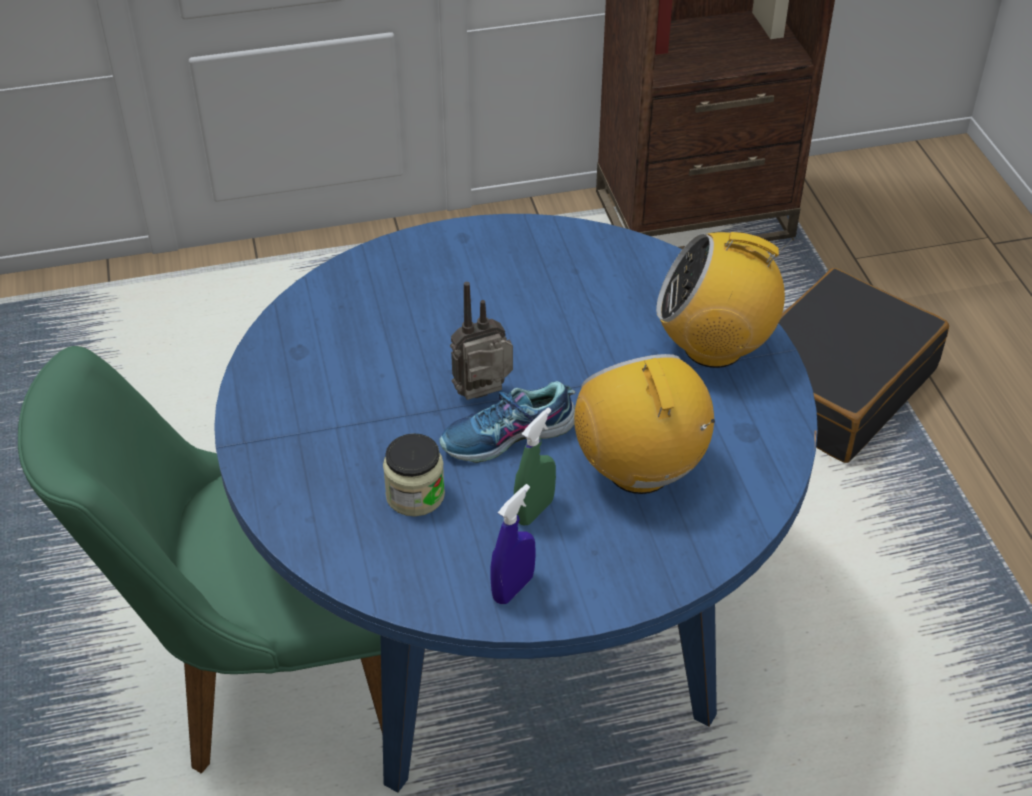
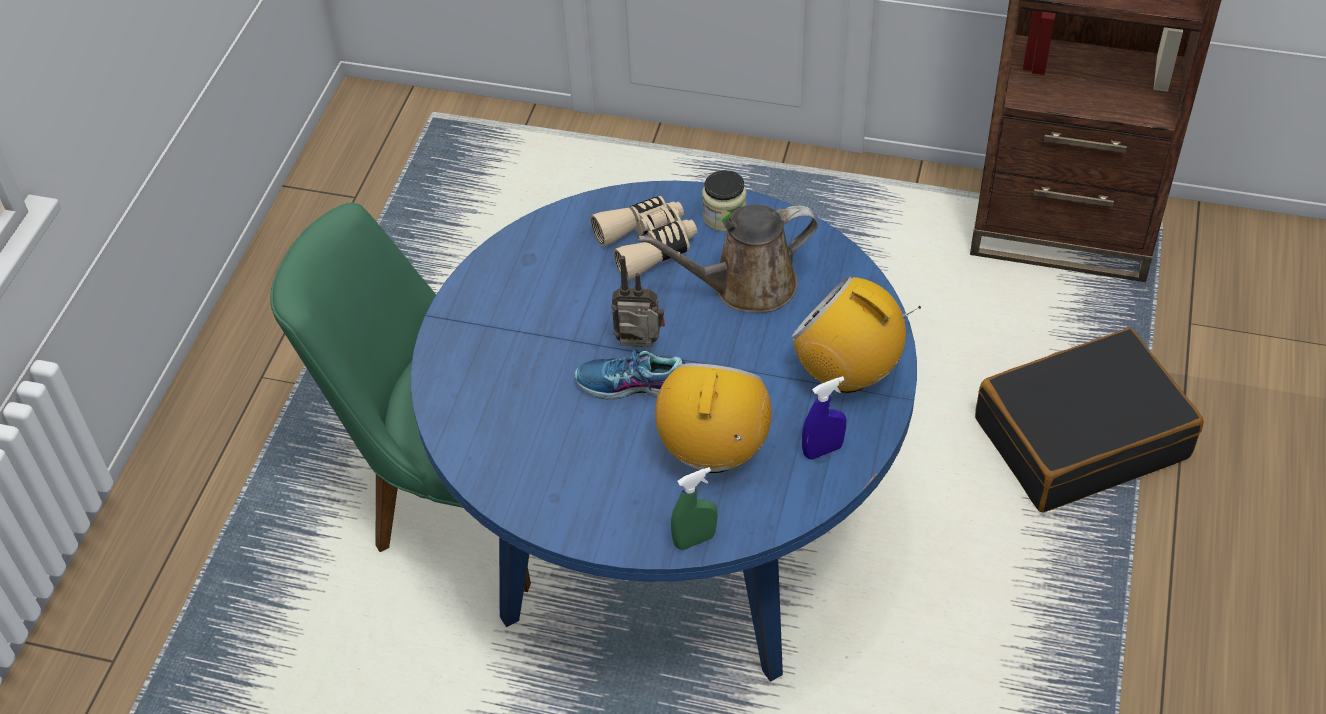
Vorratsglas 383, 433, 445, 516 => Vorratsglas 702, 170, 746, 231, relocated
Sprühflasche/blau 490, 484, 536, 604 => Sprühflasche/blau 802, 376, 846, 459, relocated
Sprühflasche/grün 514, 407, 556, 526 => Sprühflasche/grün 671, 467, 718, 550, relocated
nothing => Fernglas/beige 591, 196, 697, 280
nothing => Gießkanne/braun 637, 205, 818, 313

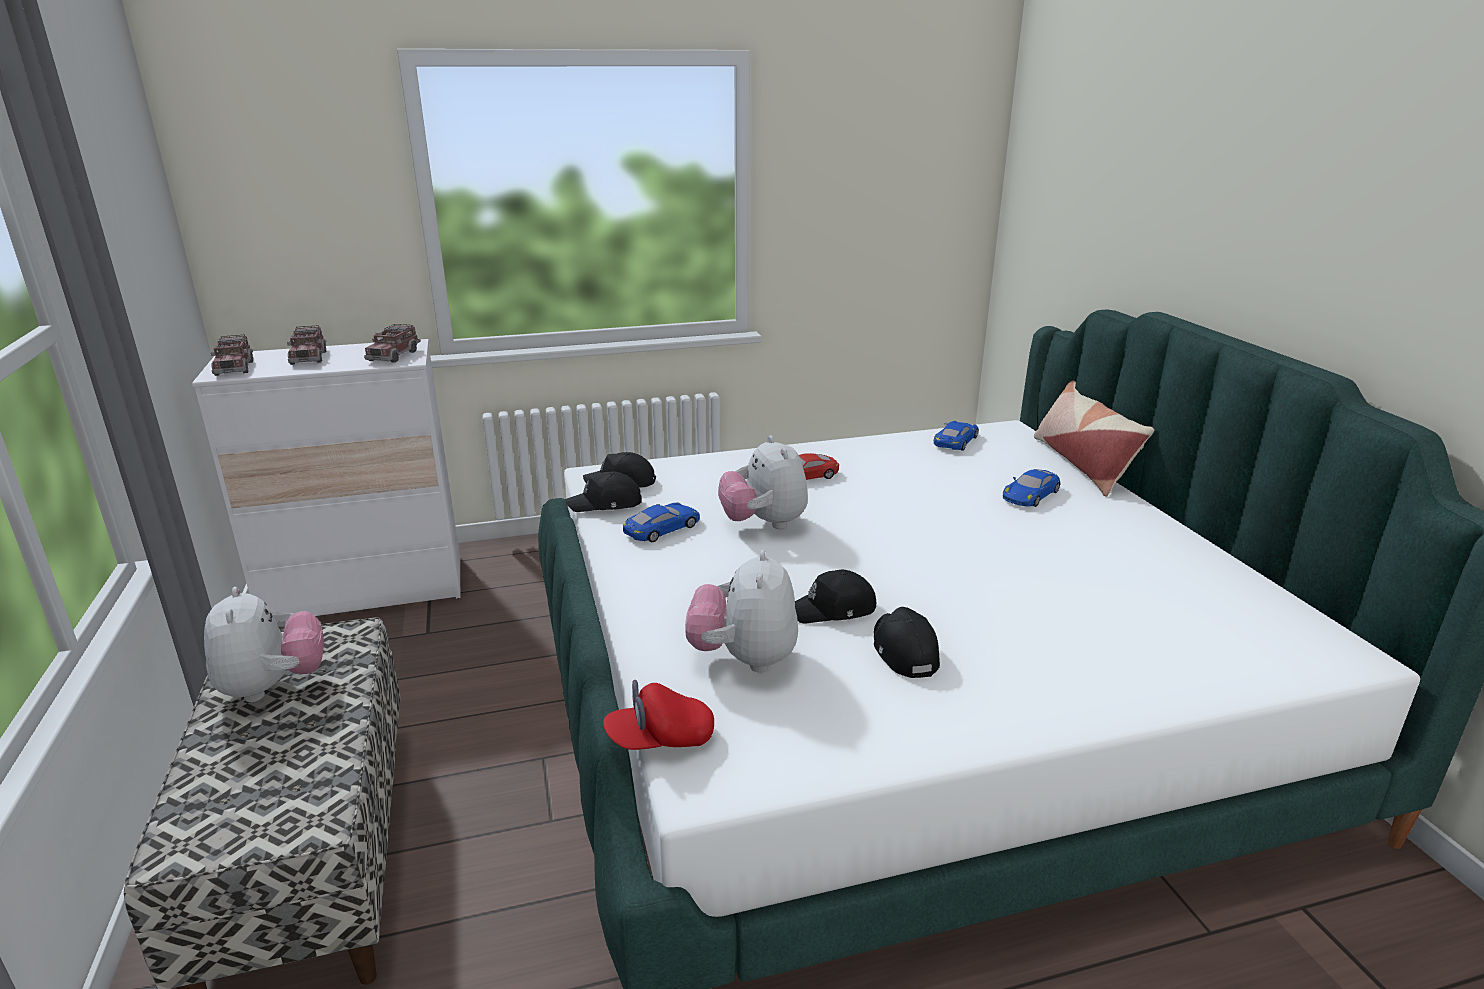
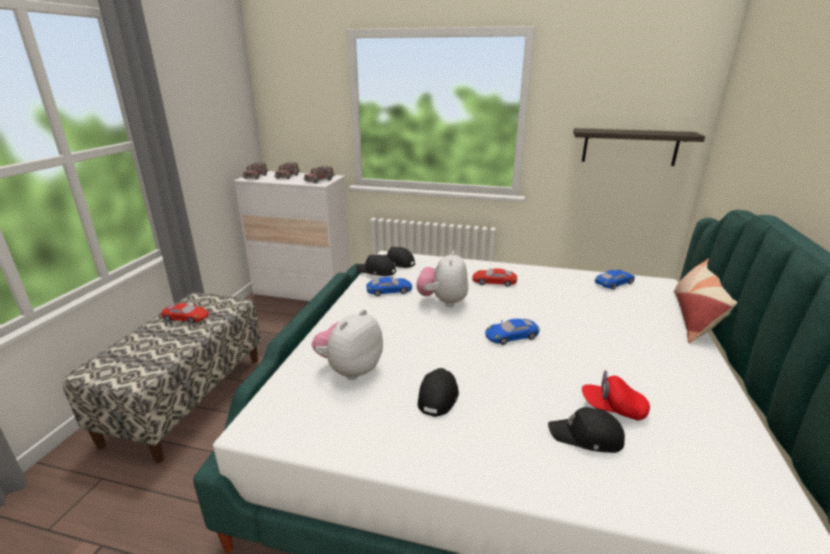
Plüschtier 204, 587, 324, 702 => Spielzeugauto/rot 161, 303, 209, 324
Kappe/rot 603, 680, 714, 750 => Kappe/rot 582, 370, 650, 420, relocated
Kappe/schwarz 795, 570, 876, 624 => Kappe/schwarz 548, 407, 625, 453, relocated
Spielzeugauto/blau 1003, 469, 1060, 507 => Spielzeugauto/blau 485, 319, 540, 345, relocated
nothing => Wandregal 573, 128, 705, 166

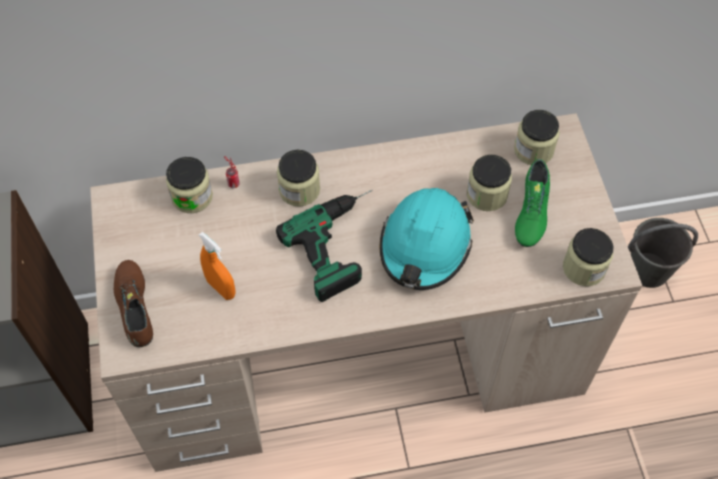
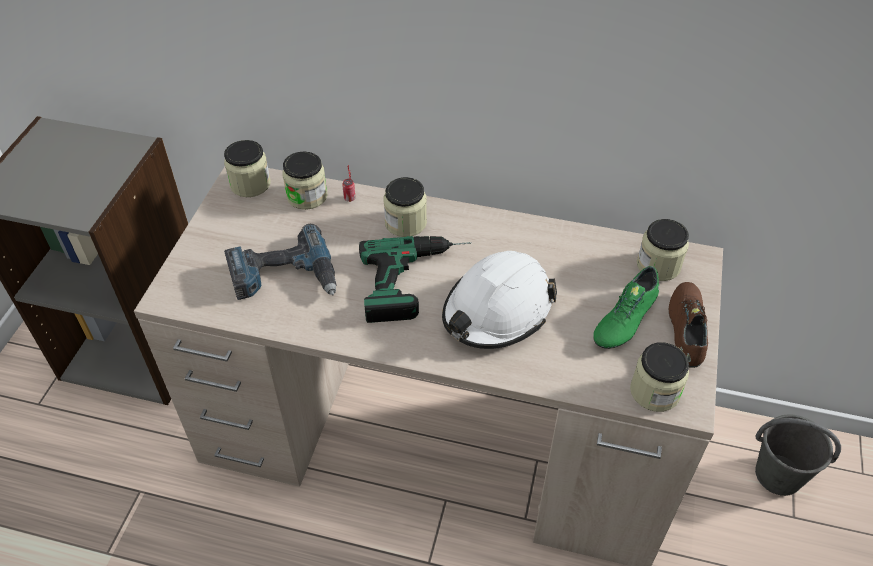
Schuh/braun 114, 260, 153, 347 => Schuh/braun 669, 282, 708, 368, relocated
Sprühflasche/orange 199, 232, 236, 300 => Bohrmaschine 224, 224, 336, 300
Schutzhelm/türkis 380, 188, 474, 290 => Schutzhelm/weiß 442, 251, 557, 349
Vorratsglas 467, 155, 512, 211 => Vorratsglas 224, 140, 270, 197, relocated

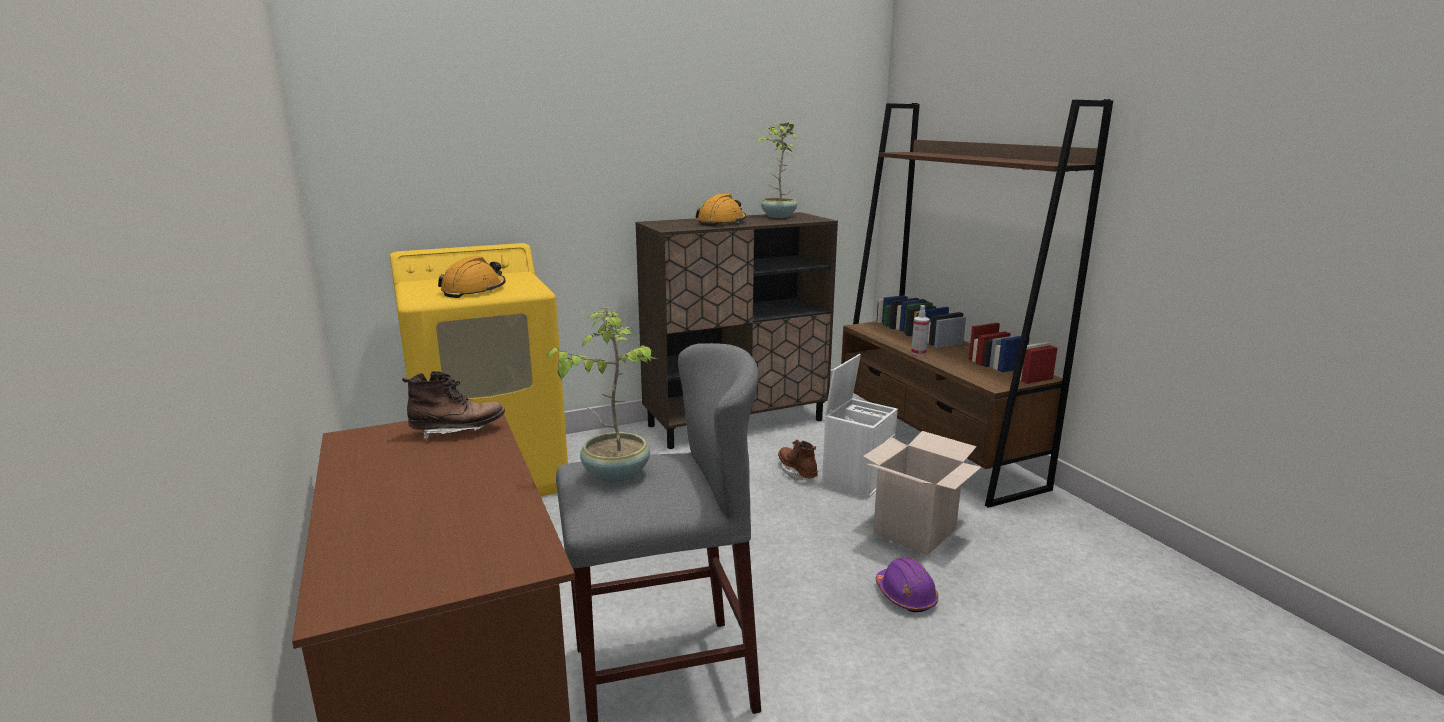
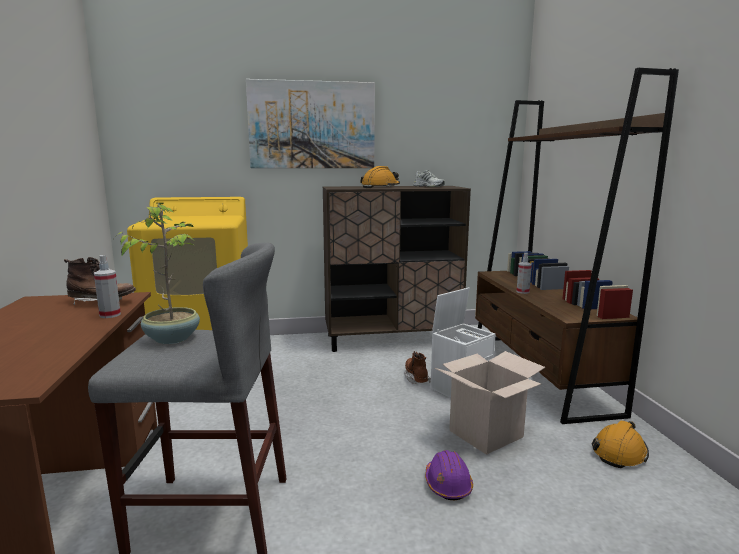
Schutzhelm/orange 438, 256, 506, 298 => Schutzhelm/orange 592, 421, 649, 468, relocated
Topfpflanze 755, 122, 797, 218 => Schuh/weiß 413, 170, 445, 187
nothing => Sprühflasche 94, 255, 121, 318
nothing => Bild 246, 79, 375, 168

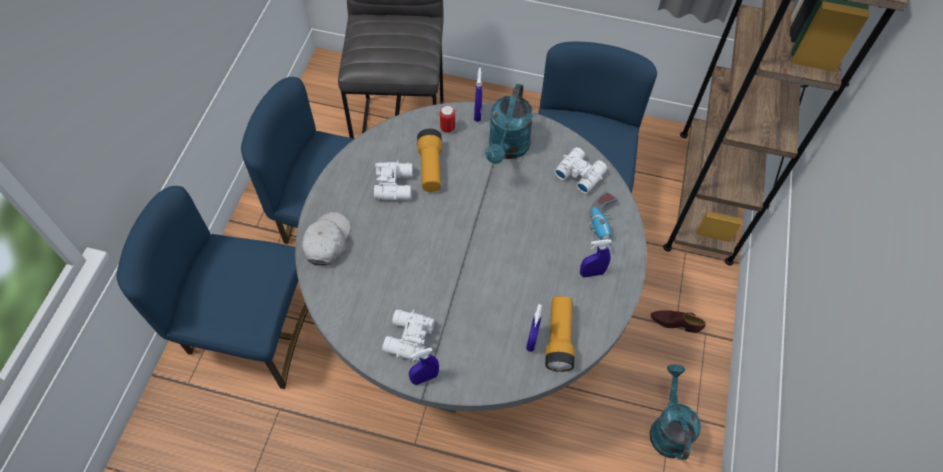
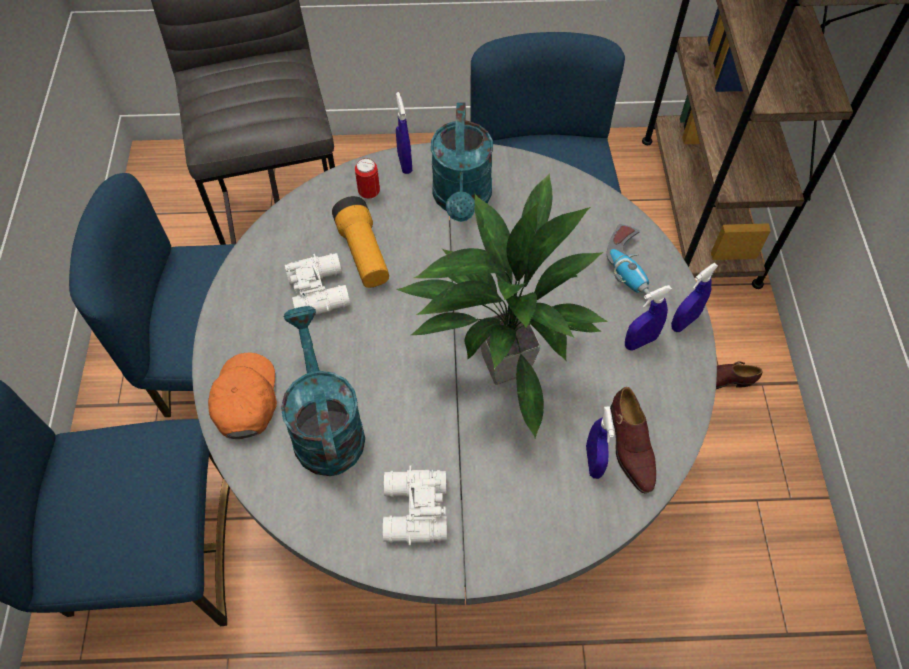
Kappe/weiß 302, 212, 351, 266 => Kappe/orange 208, 353, 277, 439
Sprühflasche/blau 409, 348, 439, 385 => Sprühflasche/blau 671, 263, 718, 332, relocated
Taschenlampe 545, 296, 575, 372 => Schuh/braun 610, 387, 656, 493
Fernglas/weiß 554, 147, 607, 194 => nothing
Gießkanne/türkis 650, 364, 701, 460 => Gießkanne/türkis 281, 306, 365, 476, relocated
nothing => Topfpflanze 396, 173, 608, 438

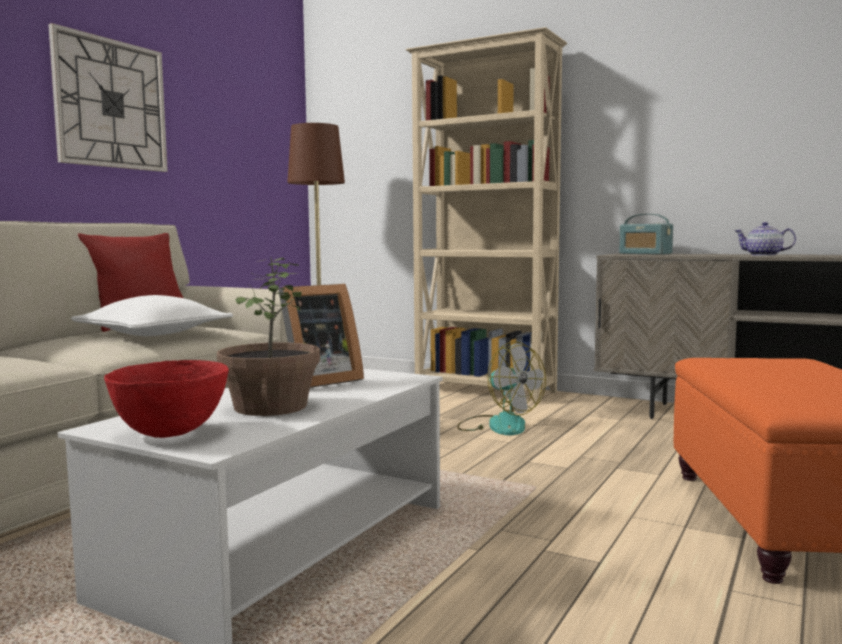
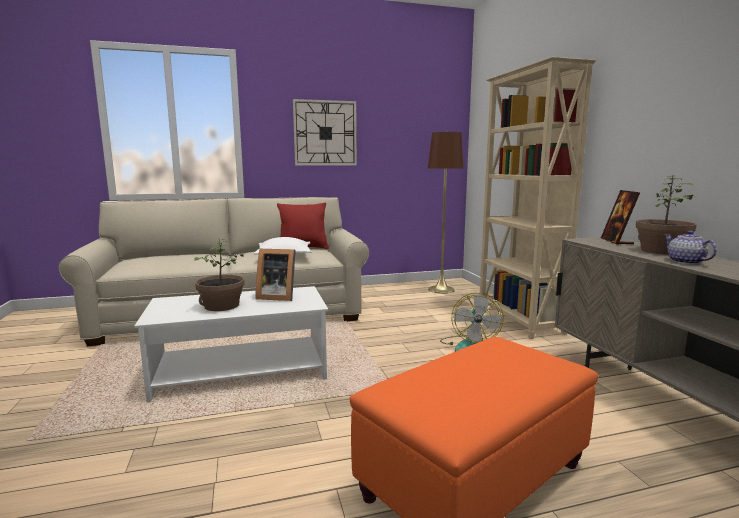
Schüssel/rot 104, 360, 229, 438 => nothing
Radio 619, 214, 673, 255 => Bilderrahmen 601, 190, 640, 245
nothing => Topfpflanze 636, 175, 697, 254

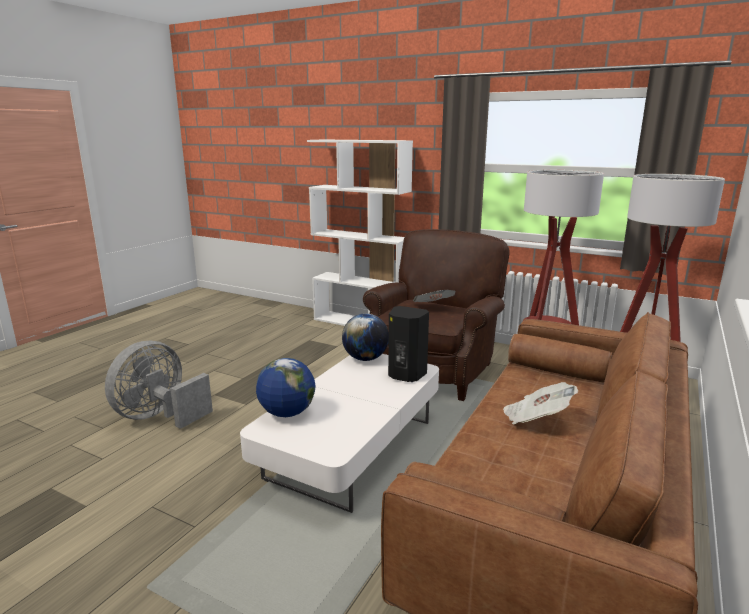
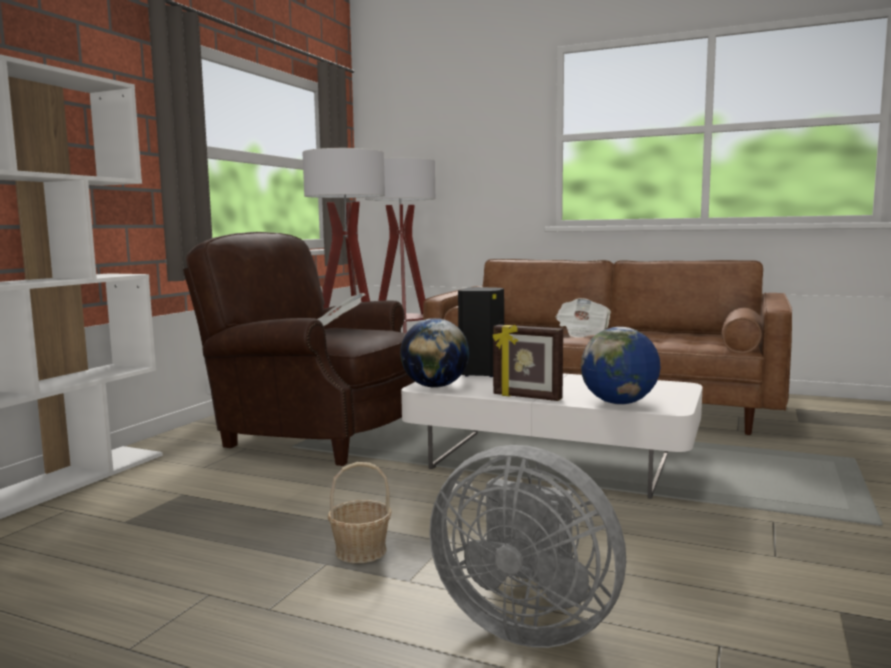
nothing => Korb 328, 462, 392, 563
nothing => Bilderrahmen 493, 325, 563, 401

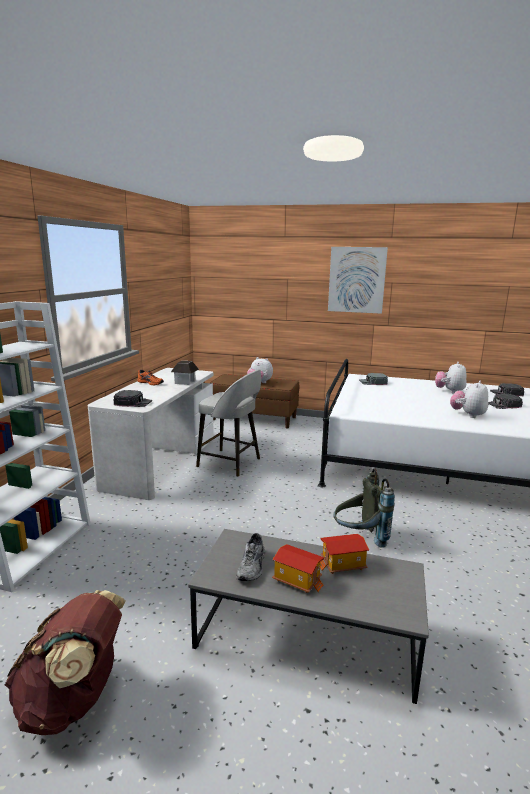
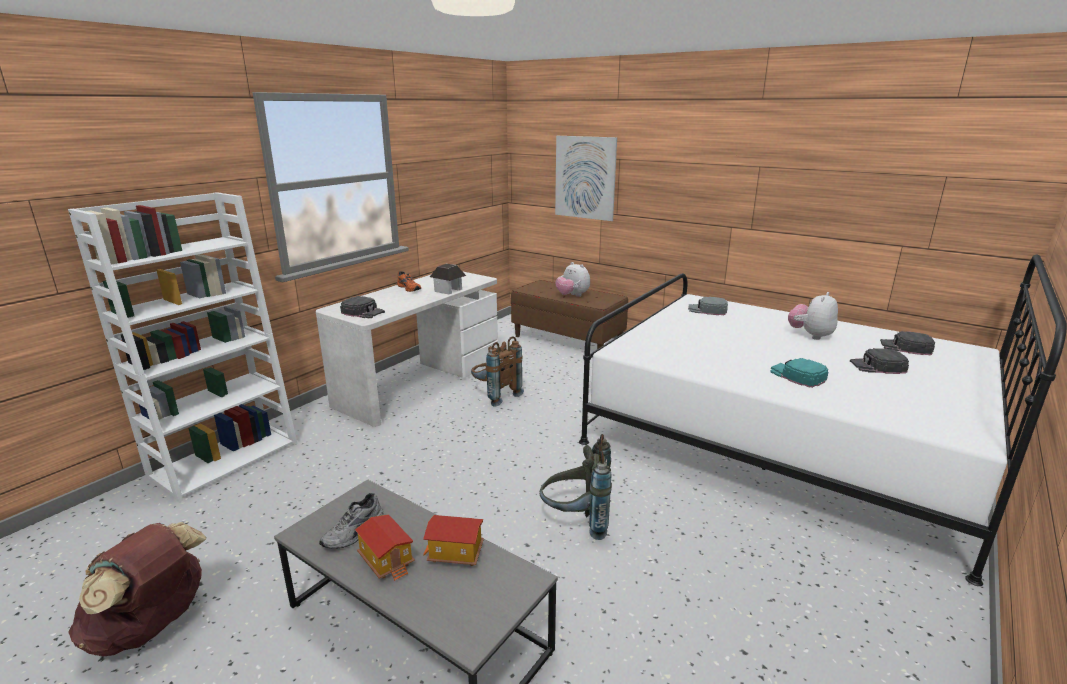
Hocker/grau 196, 369, 261, 477 => Rucksack/braun 471, 336, 524, 406
Bild 328, 247, 388, 314 => Bild 555, 136, 617, 221, relocated
Plüschtier 450, 381, 488, 418 => Kappe/türkis 770, 358, 828, 388

